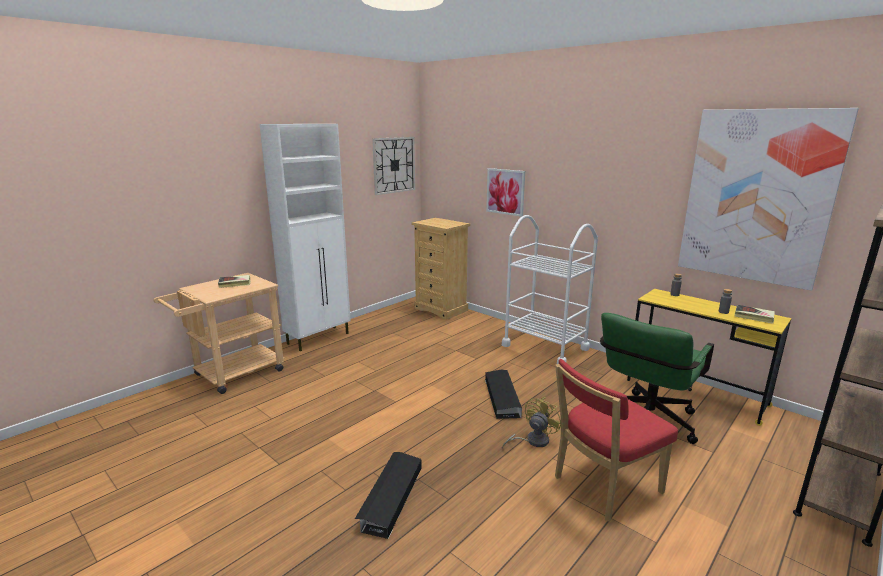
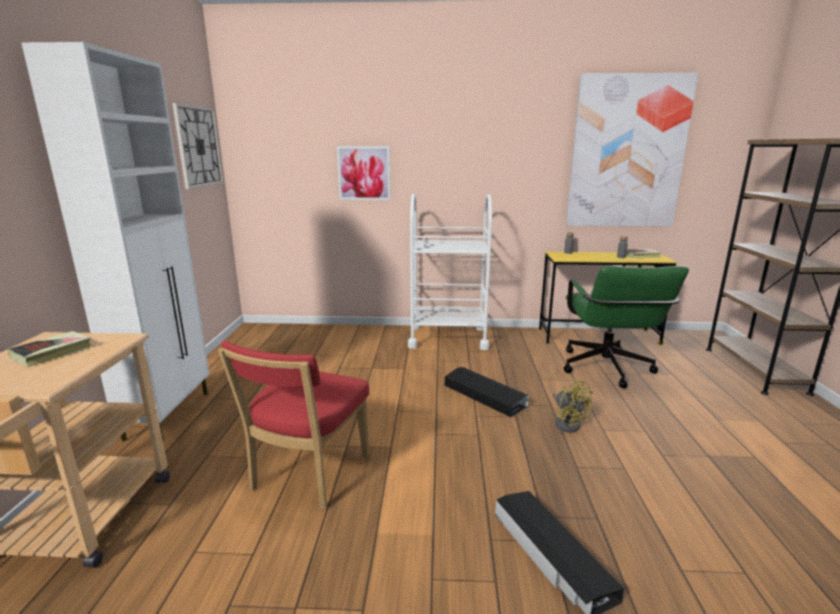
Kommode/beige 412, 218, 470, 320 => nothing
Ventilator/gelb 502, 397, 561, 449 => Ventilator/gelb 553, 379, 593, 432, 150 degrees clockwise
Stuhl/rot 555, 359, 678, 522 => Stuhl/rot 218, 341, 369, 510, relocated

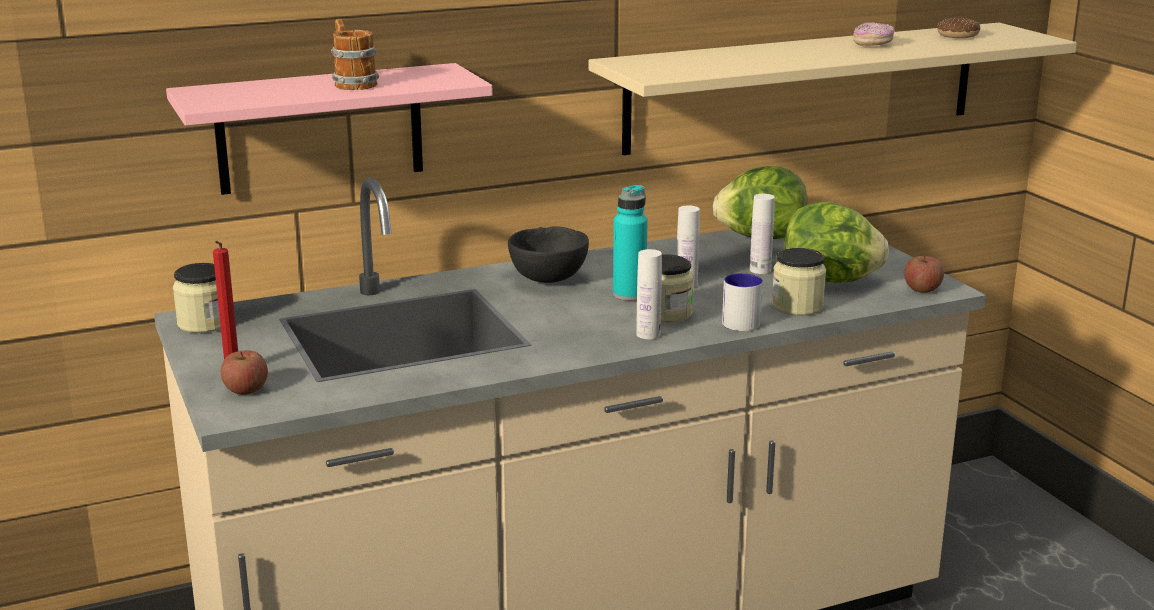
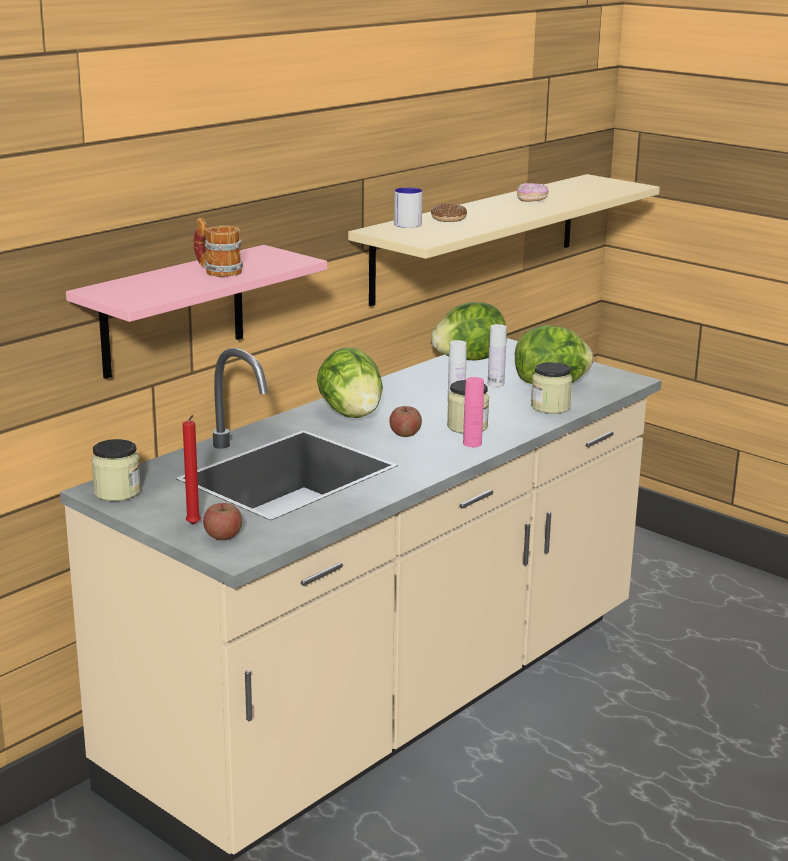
Schüssel/schwarz 508, 227, 589, 283 => Salatkopf 317, 347, 383, 418
Flasche/türkis 613, 185, 648, 301 => nothing
Flasche/weiß 636, 249, 662, 339 => Flasche/rosa 463, 377, 484, 447
Henkelbecher 722, 273, 763, 331 => Henkelbecher 394, 188, 423, 228, relocated
Apfel 904, 256, 944, 293 => Apfel 390, 406, 422, 437, relocated
Donut 937, 17, 980, 38 => Donut 431, 203, 467, 222, relocated

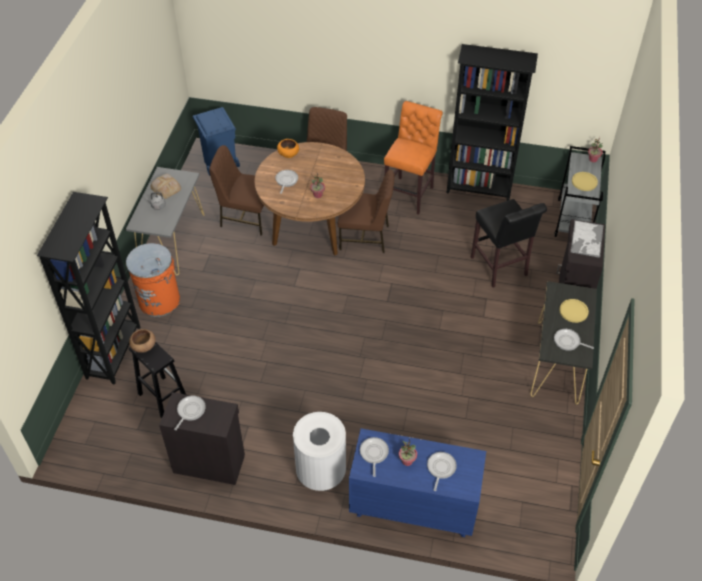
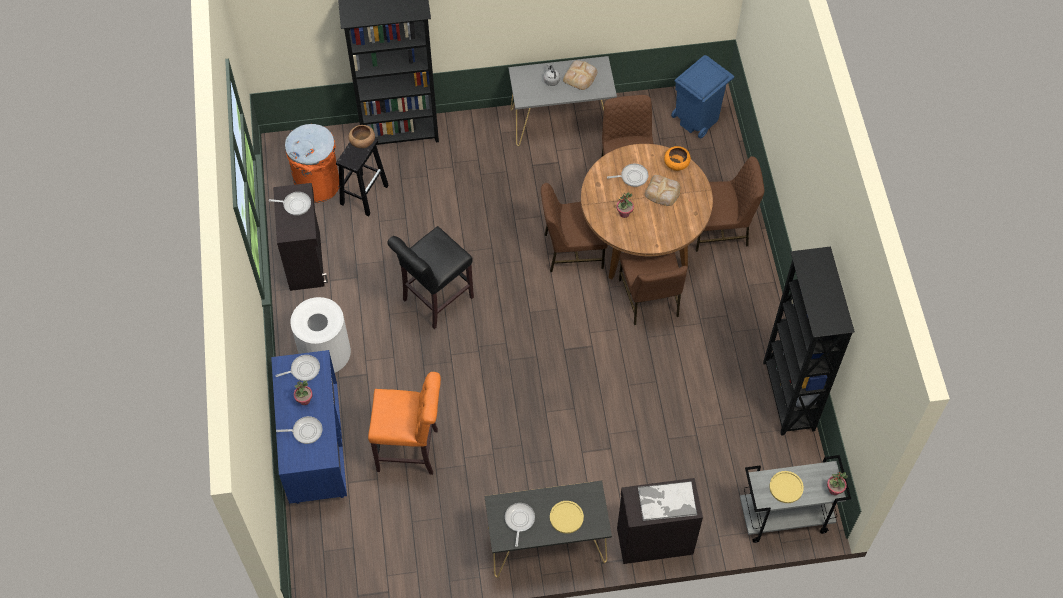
Mülleimer/orange 126, 243, 180, 317 => Mülleimer/orange 285, 124, 339, 203, relocated
Hocker/orange 384, 101, 443, 215 => Hocker/orange 368, 372, 441, 475, relocated
Hocker/schwarz 471, 199, 547, 288 => Hocker/schwarz 387, 226, 474, 329, relocated
nothing => Stuhl/braun 541, 183, 608, 272
nothing => Brot 645, 175, 680, 206

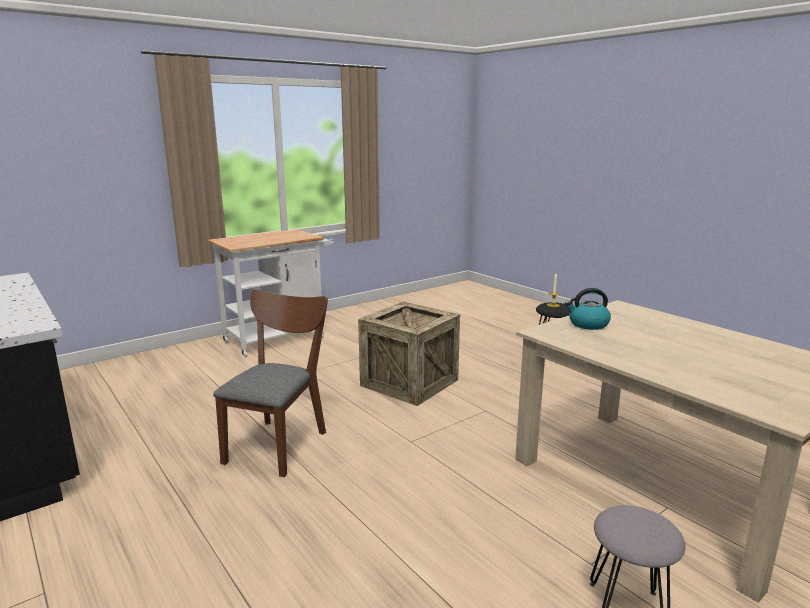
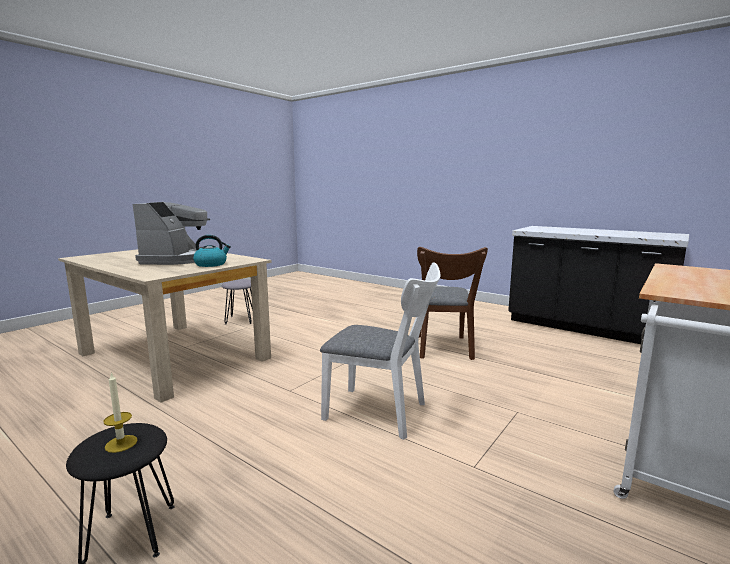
Kiste 358, 301, 460, 406 => Stuhl/weiß 320, 263, 440, 440
nothing => Kaffeemaschine 133, 202, 210, 265

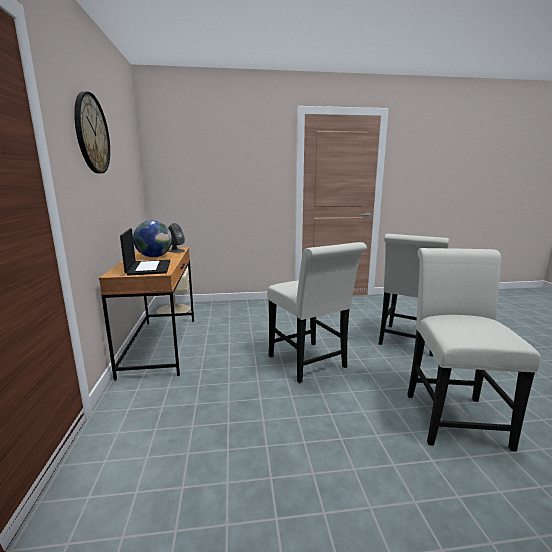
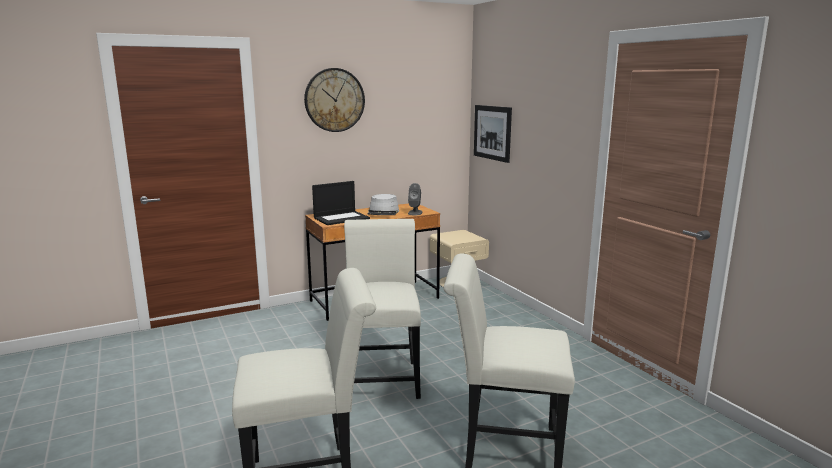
Globus 133, 220, 172, 257 => Hut/grau 367, 194, 399, 215
Stuhl/weiß 267, 242, 367, 383 => Stuhl/weiß 344, 219, 421, 399, 135 degrees clockwise
nothing => Bild 474, 105, 512, 163

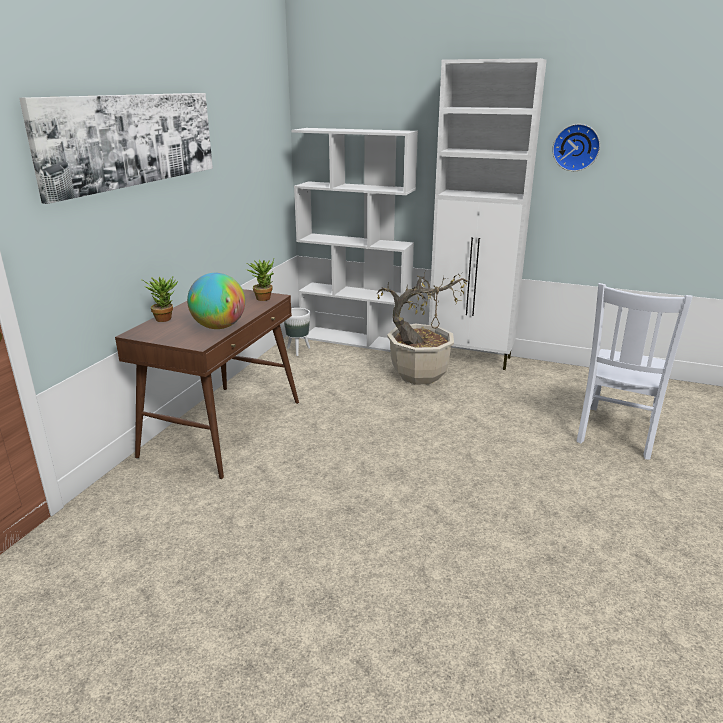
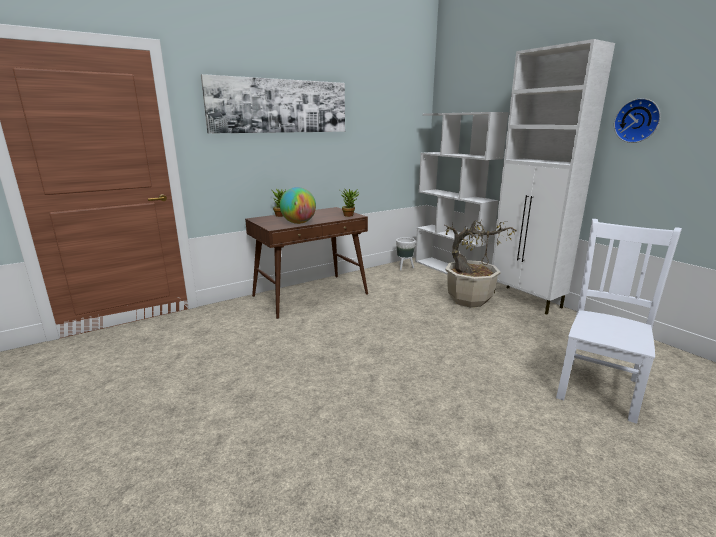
Stuhl/weiß 576, 283, 693, 460 => Stuhl/weiß 556, 219, 682, 424, 150 degrees clockwise

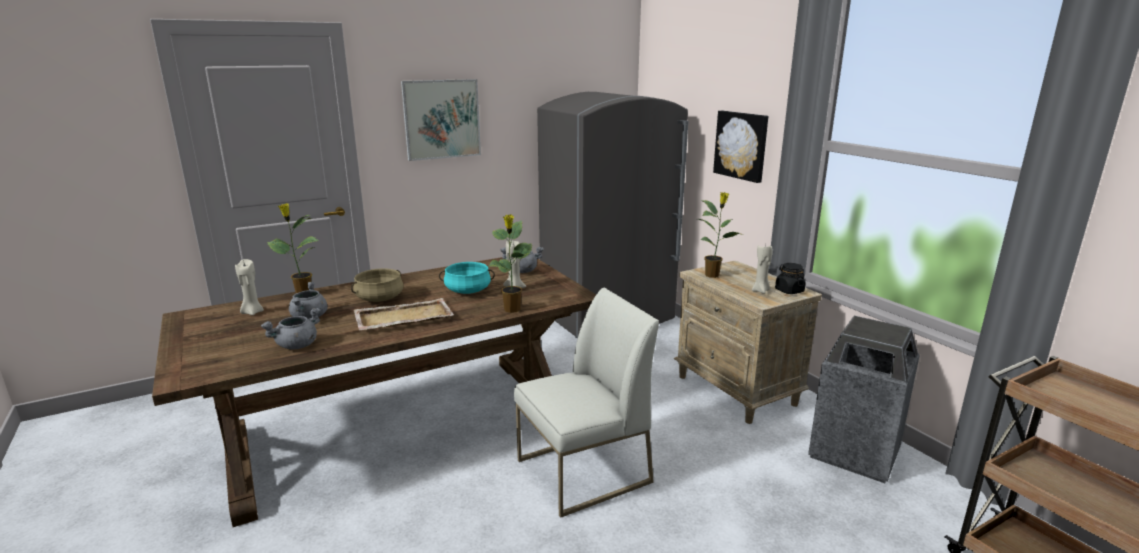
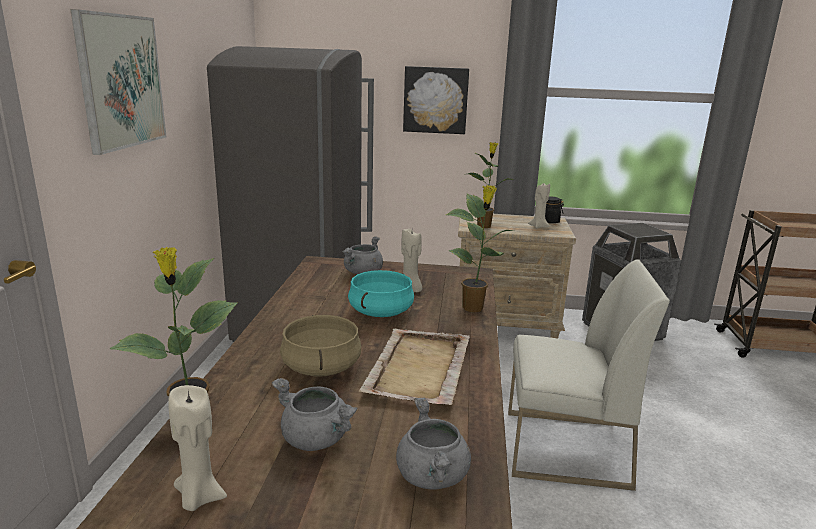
Stuhl/weiß 514, 288, 659, 518 => Stuhl/weiß 508, 259, 670, 491, 90 degrees clockwise

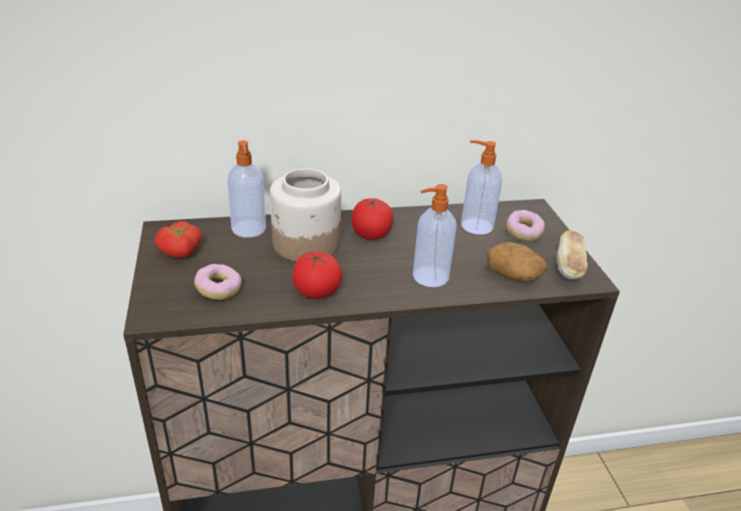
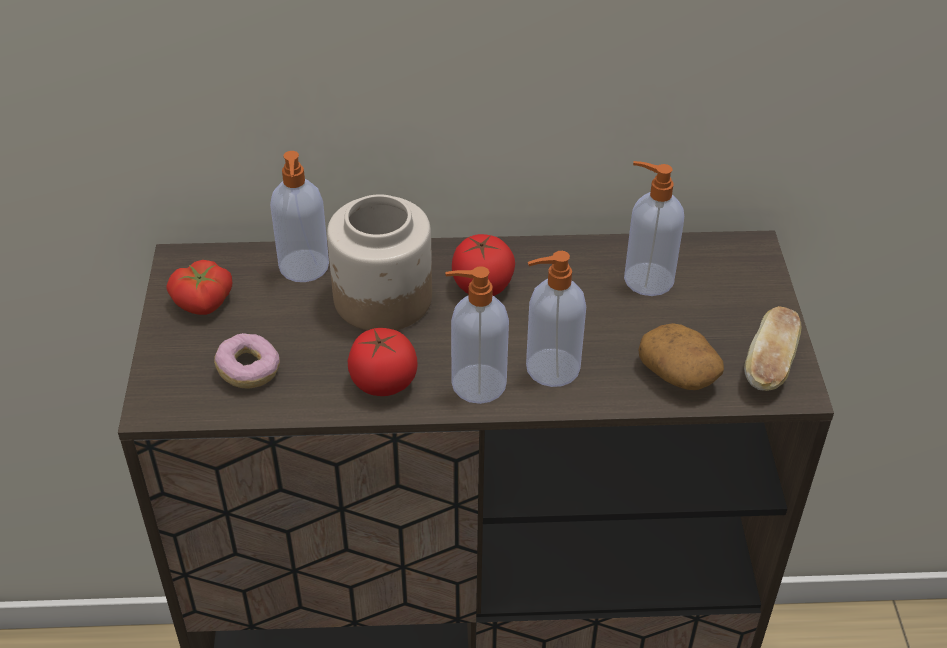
Donut 506, 210, 545, 241 => nothing
nothing => Seifenspender 445, 266, 509, 404

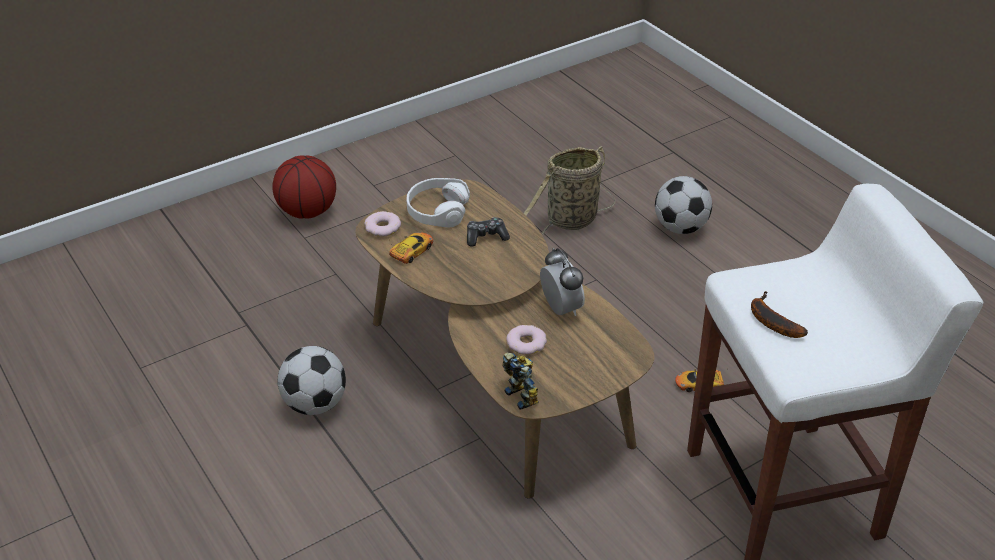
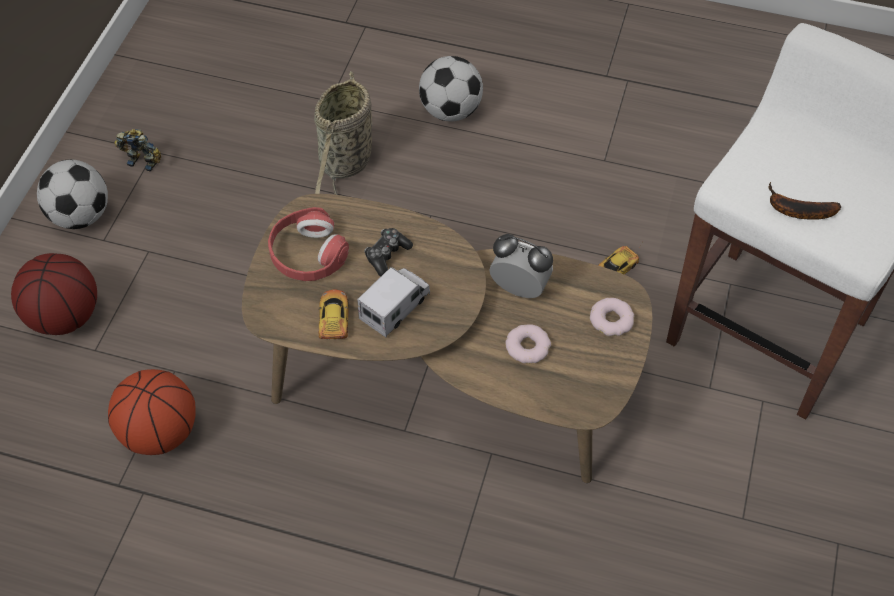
Fußball 277, 346, 346, 415 => Fußball 37, 159, 108, 229, relocated
Donut 364, 211, 401, 237 => Donut 590, 298, 634, 336, relocated
Kopfhörer/weiß 407, 178, 470, 227 => Kopfhörer/rot 268, 207, 349, 281
Spielzeugroboter 502, 353, 539, 410 => Spielzeugroboter 114, 129, 161, 172, relocated
nothing => Basketball 108, 369, 196, 455
nothing => Spielzeuglaster 357, 267, 430, 337

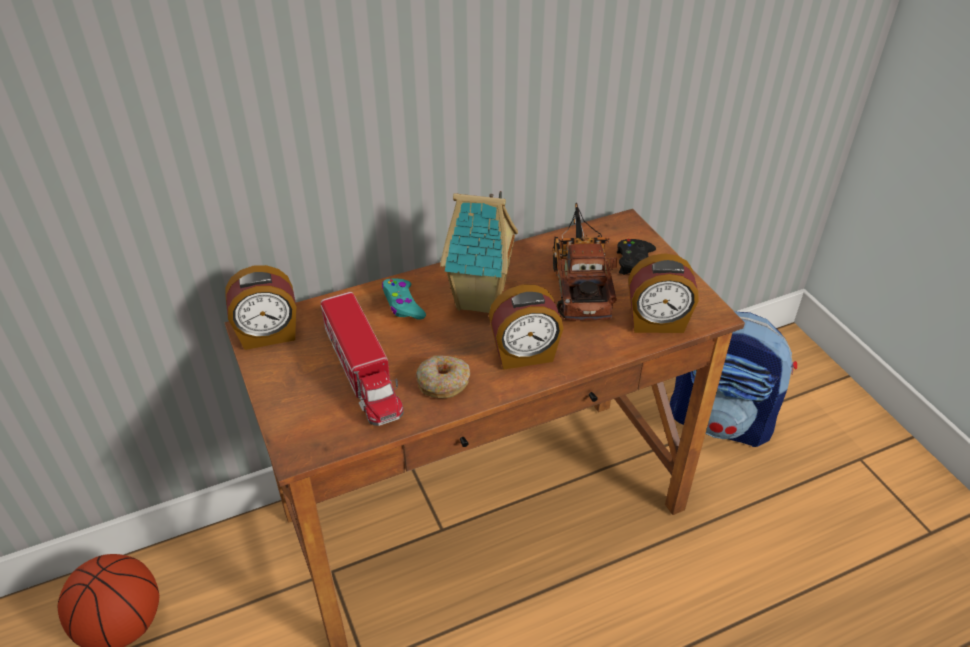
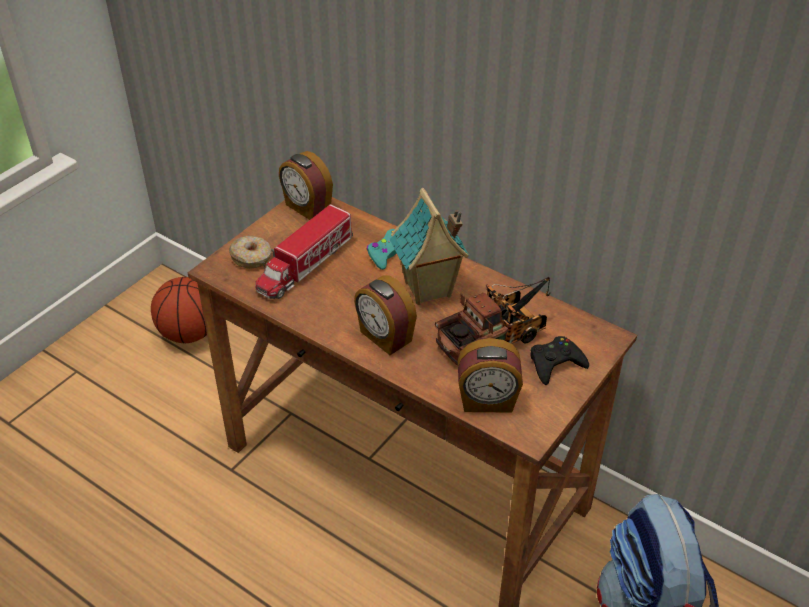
Donut 415, 355, 470, 398 => Donut 229, 236, 272, 269, relocated
Wecker 628, 253, 699, 333 => Wecker 458, 338, 523, 413, 60 degrees counterclockwise

